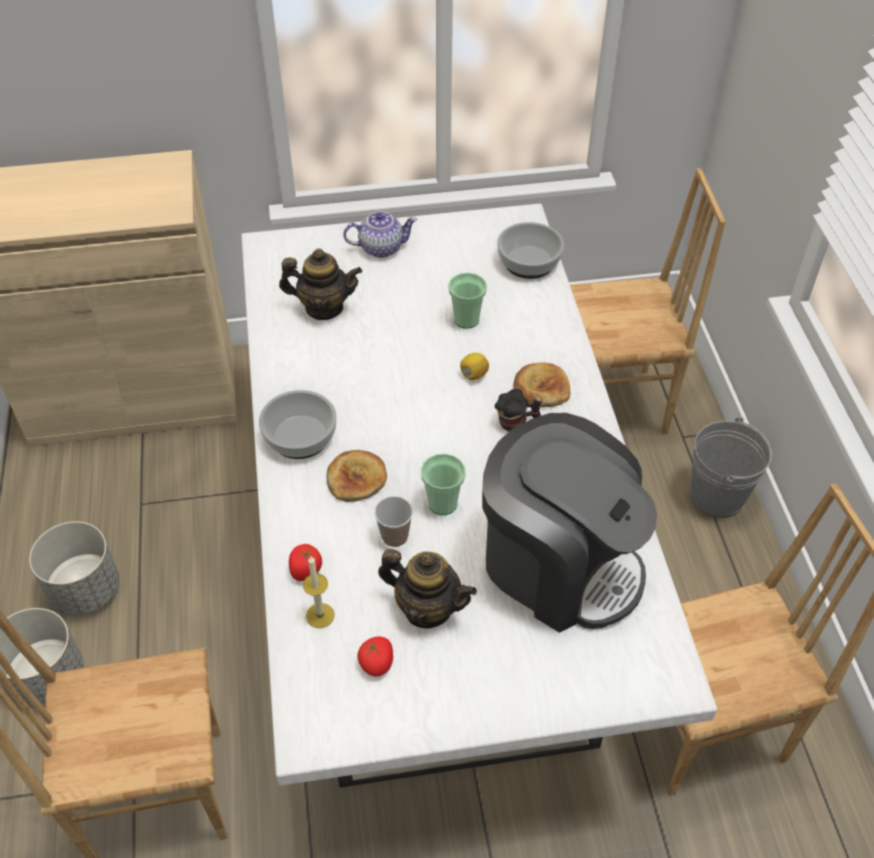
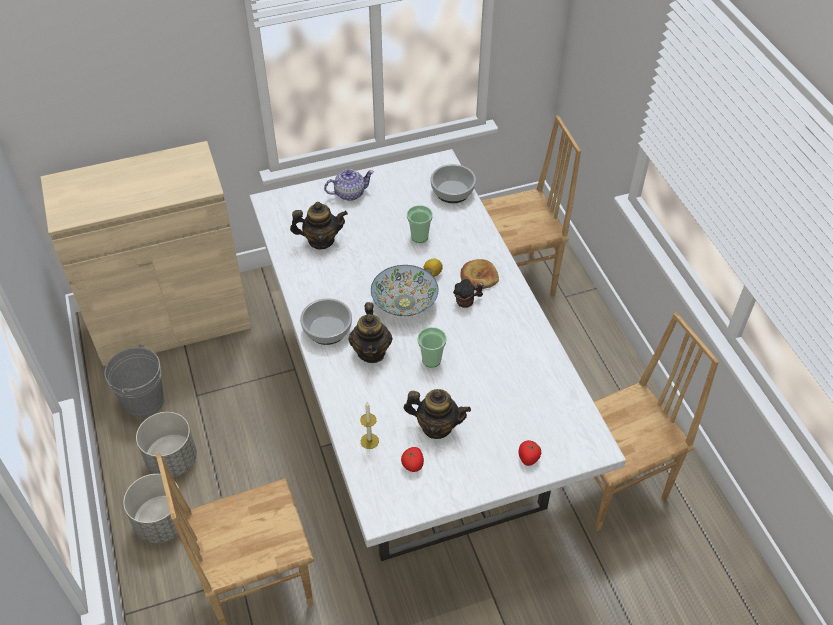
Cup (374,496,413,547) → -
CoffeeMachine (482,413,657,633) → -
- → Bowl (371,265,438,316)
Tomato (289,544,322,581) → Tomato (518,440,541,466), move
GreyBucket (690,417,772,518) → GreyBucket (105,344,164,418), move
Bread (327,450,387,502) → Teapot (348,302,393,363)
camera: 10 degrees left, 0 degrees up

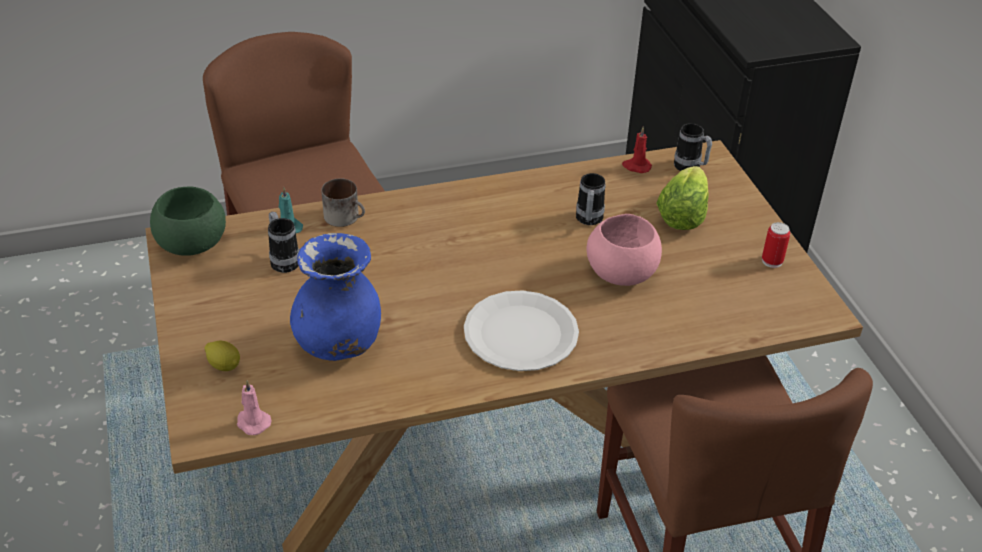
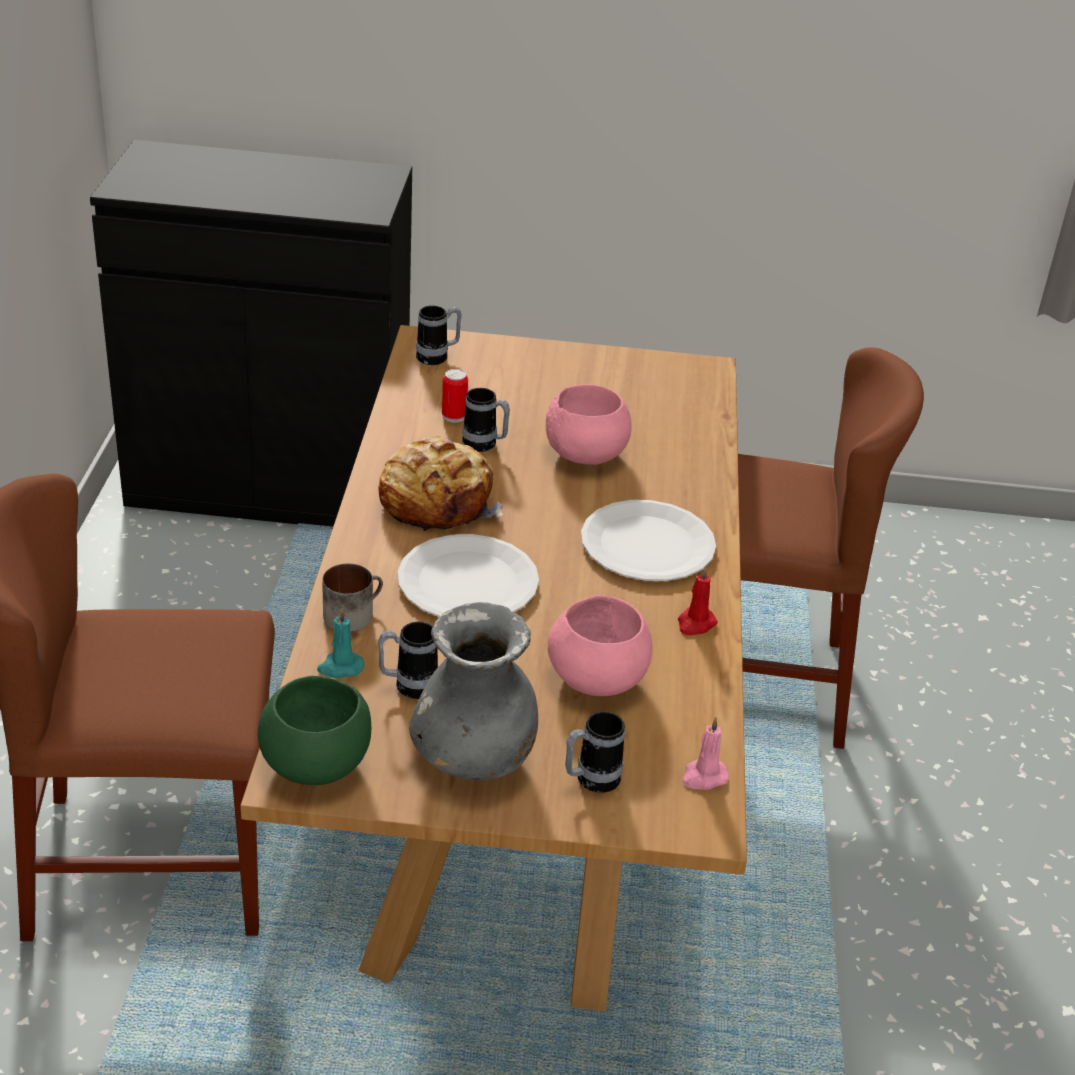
Lettuce (656,166,709,230) → -
- → Bread (378,436,503,531)
- → WhitePlate (398,534,539,617)
- → GreyVase (409,602,538,781)
RedCandle (622,127,652,173) → RedCandle (678,566,717,635), move
Can (762,222,790,268) → Can (442,369,468,423), move
Lemon (205,341,240,371) → Mug (565,711,625,793)
BlueVase (290,233,381,361) → PinkBowl (548,595,652,696)
camera: 70 degrees left, 5 degrees down

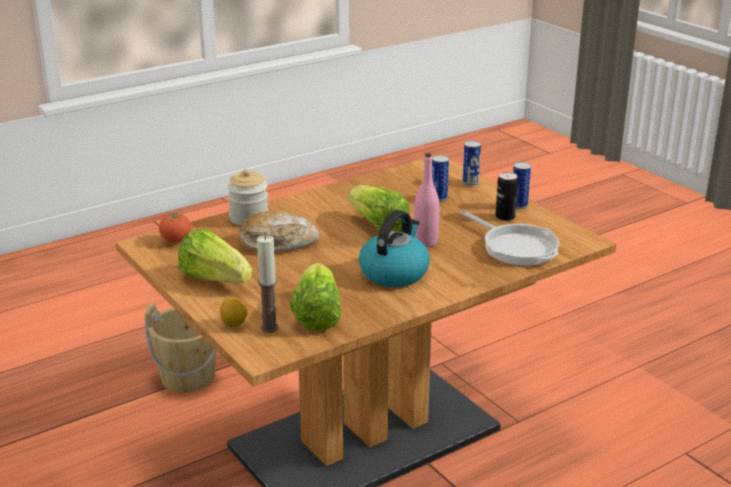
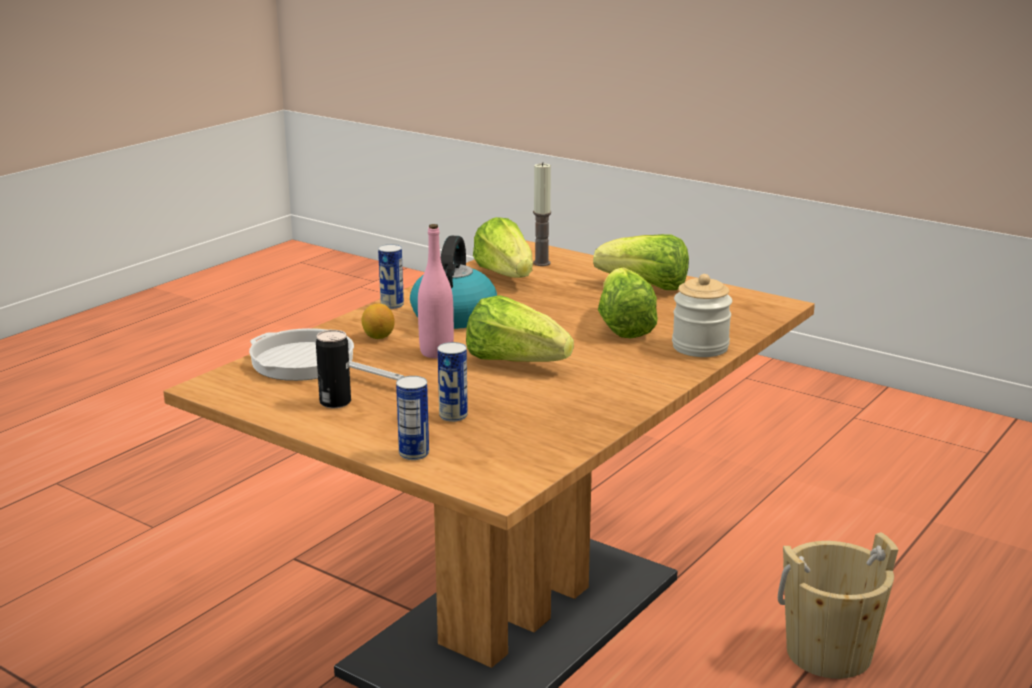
Tomato (159,213,191,243) → -
Lemon (220,297,248,327) → Lemon (362,304,395,339), move
Can (513,162,531,209) → Can (378,244,404,309), move
Bread (239,210,320,251) → Lettuce (598,267,658,338)
camera: 160 degrees right, 5 degrees down

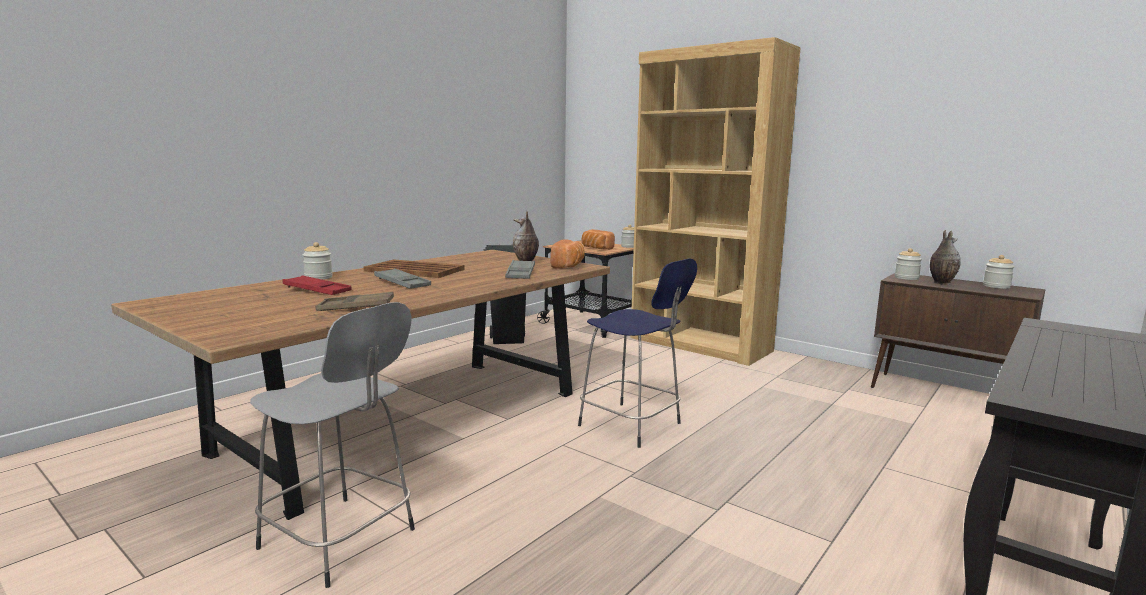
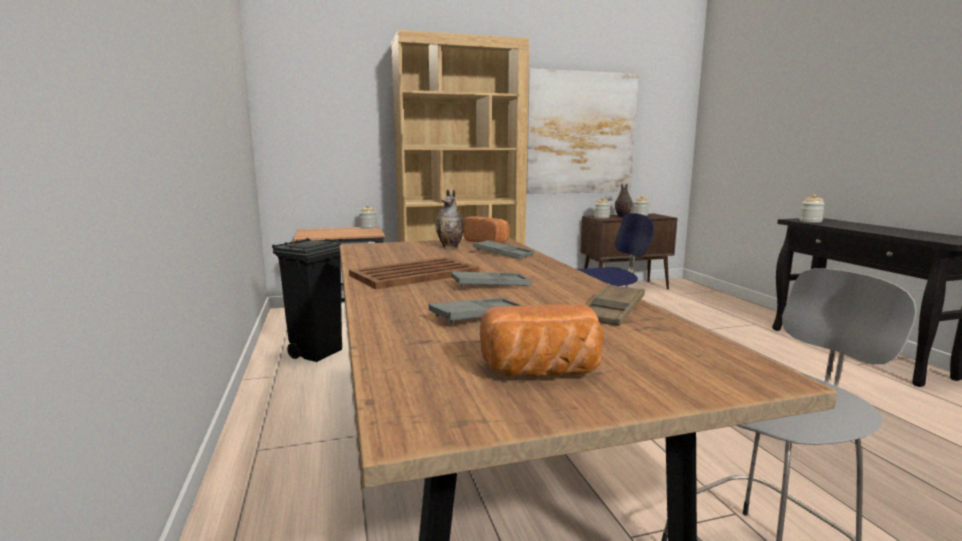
- → Picture (526,69,638,194)
Jar (303,242,333,279) → Jar (799,194,825,223), move
Bread (581,229,615,250) → Bread (480,304,603,377), move
RedTray (283,275,351,295) → GreyTray (429,298,521,324)
camera: 55 degrees left, 0 degrees up

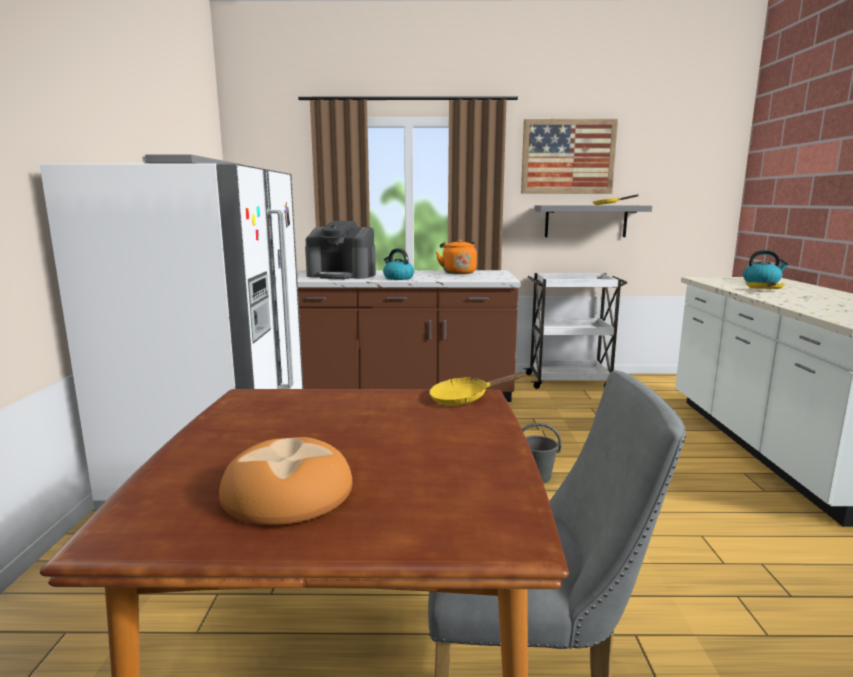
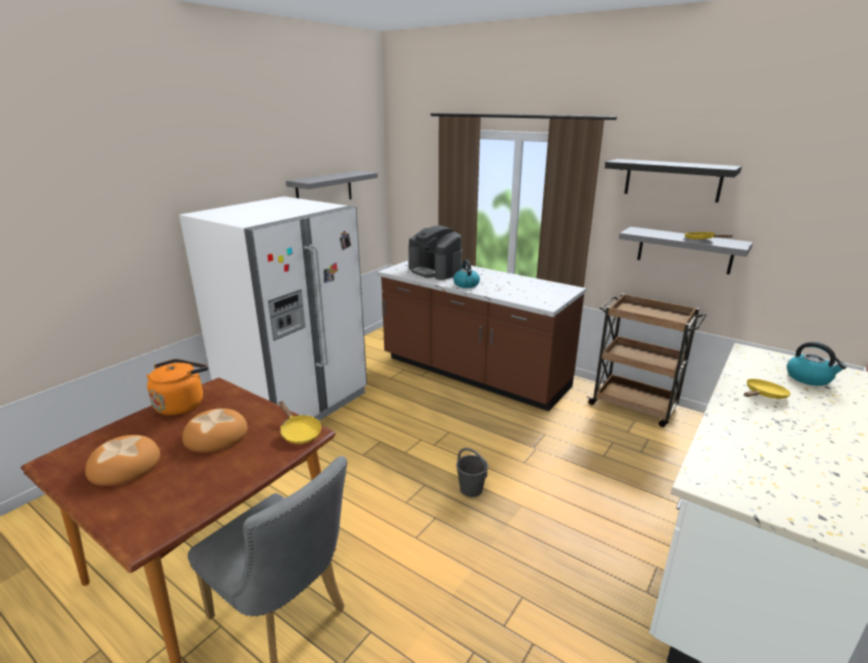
- → Bread (182,408,248,453)
OrangeKettle (436,240,477,274) → OrangeKettle (146,359,208,415), move
Picture (521,119,618,194) → BlackShelf (605,159,742,203)
WhiteCart (523,273,627,389) → BrownCart (586,293,706,427)
YellowFryingPan (429,372,526,406) → YellowFryingPan (279,401,321,444), 150 degrees counterclockwise
camera: 35 degrees right, 10 degrees up

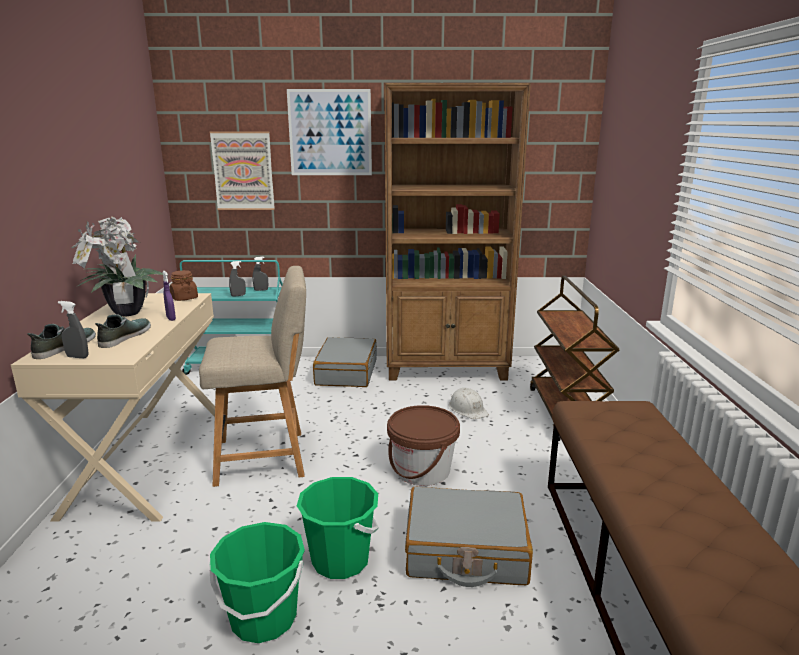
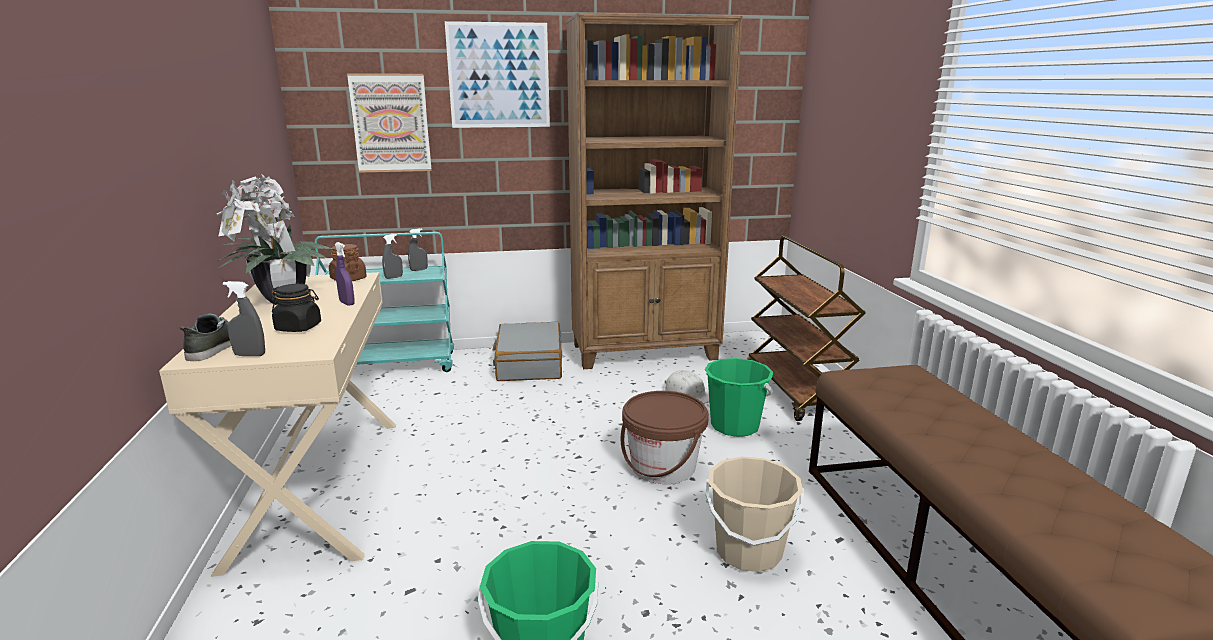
BeigeChair (199,266,306,487) → -
GreenBucket (297,477,379,579) → GreenBucket (705,358,774,437), move
Shoe (95,314,151,348) → BlackJar (271,284,321,332)
GreySuitcase (405,486,533,587) → BeigeBucket (706,456,804,572)
camera: 10 degrees left, 0 degrees up

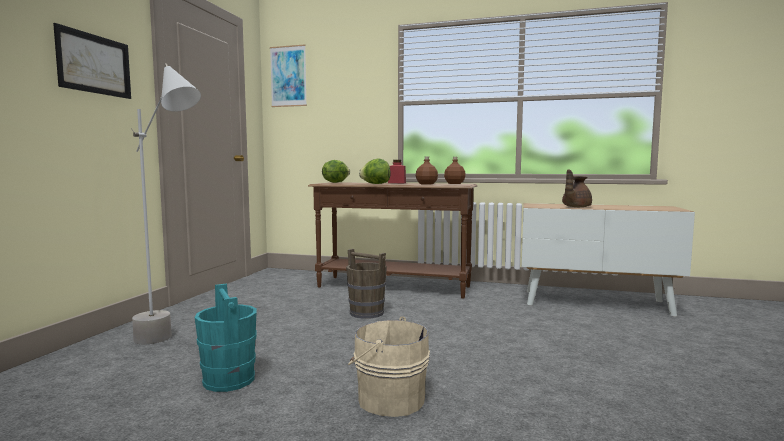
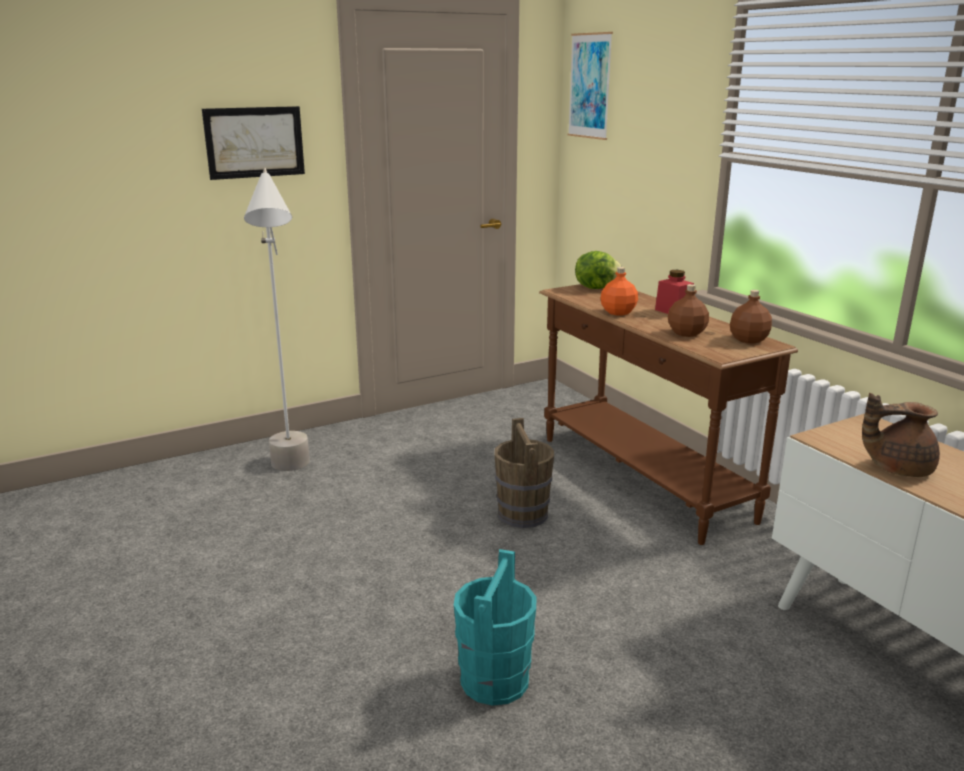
BeigeBucket (348,316,430,417) → -
TurquoiseBucket (195,284,257,392) → TurquoiseBucket (454,549,536,706), move
Lettuce (359,159,391,184) → OrangeBottle (600,267,638,315)
camera: 45 degrees right, 15 degrees up

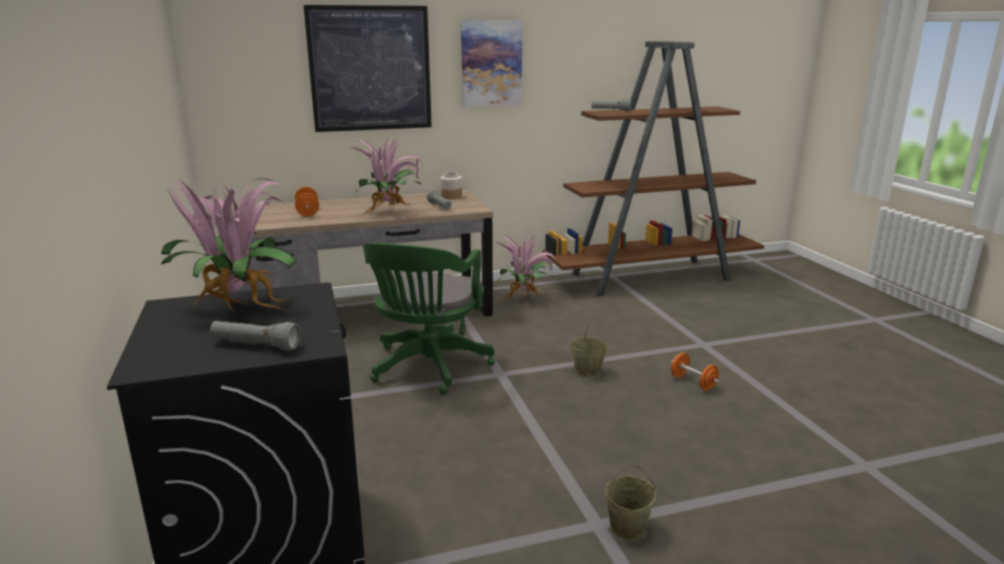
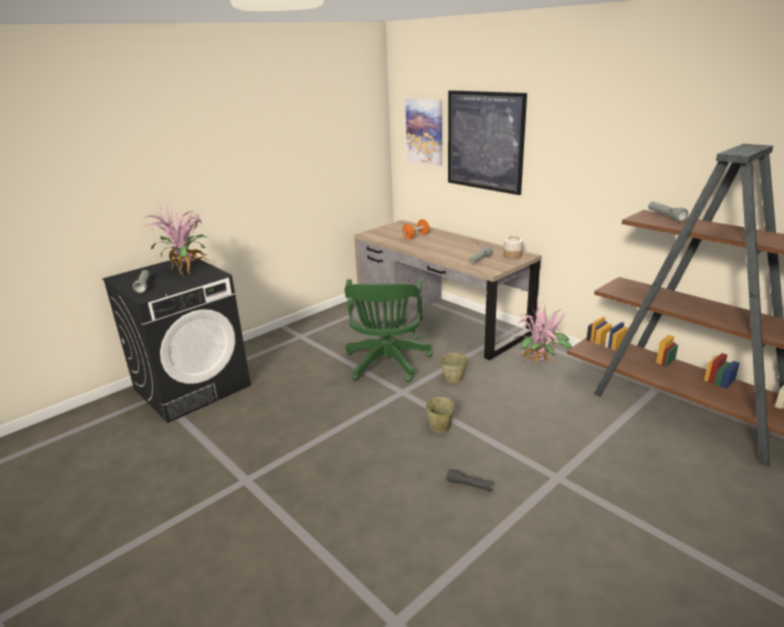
PottedPlant (350,134,423,214) → -
Picture (461,20,522,107) → Picture (405,98,442,166), move
BeigeBucket (605,465,656,539) → BeigeBucket (440,345,468,383), move
OrangeDumbbell (671,353,719,391) → BlackFlashlight (446,469,494,492)
GreenOfficeChair (363,242,495,394) → GreenOfficeChair (344,278,432,382), 75 degrees counterclockwise
camera: 65 degrees right, 5 degrees up

